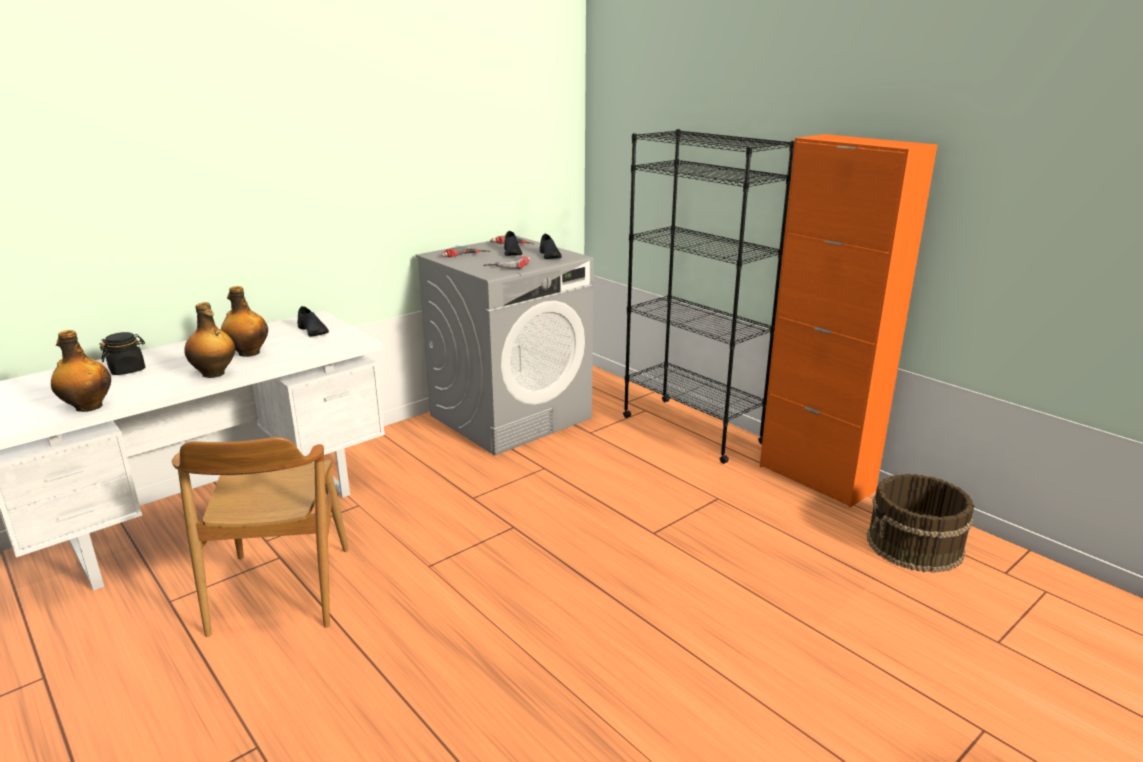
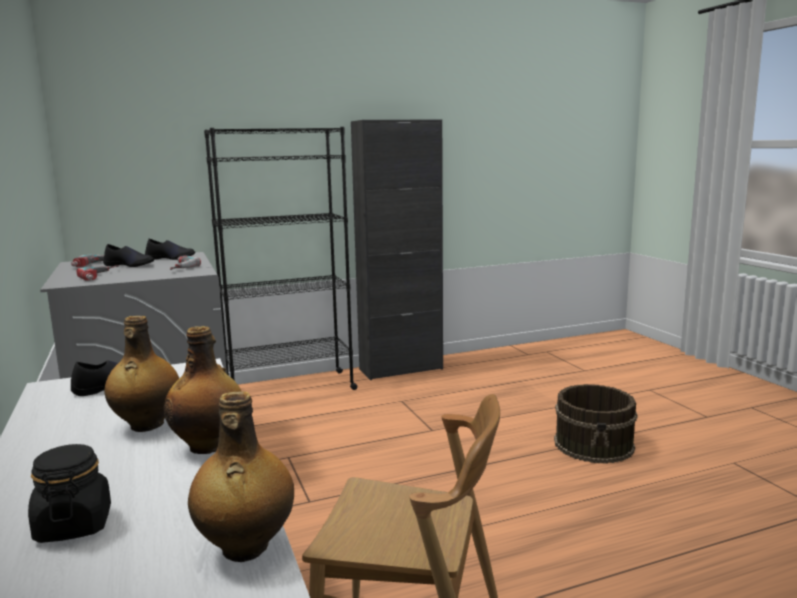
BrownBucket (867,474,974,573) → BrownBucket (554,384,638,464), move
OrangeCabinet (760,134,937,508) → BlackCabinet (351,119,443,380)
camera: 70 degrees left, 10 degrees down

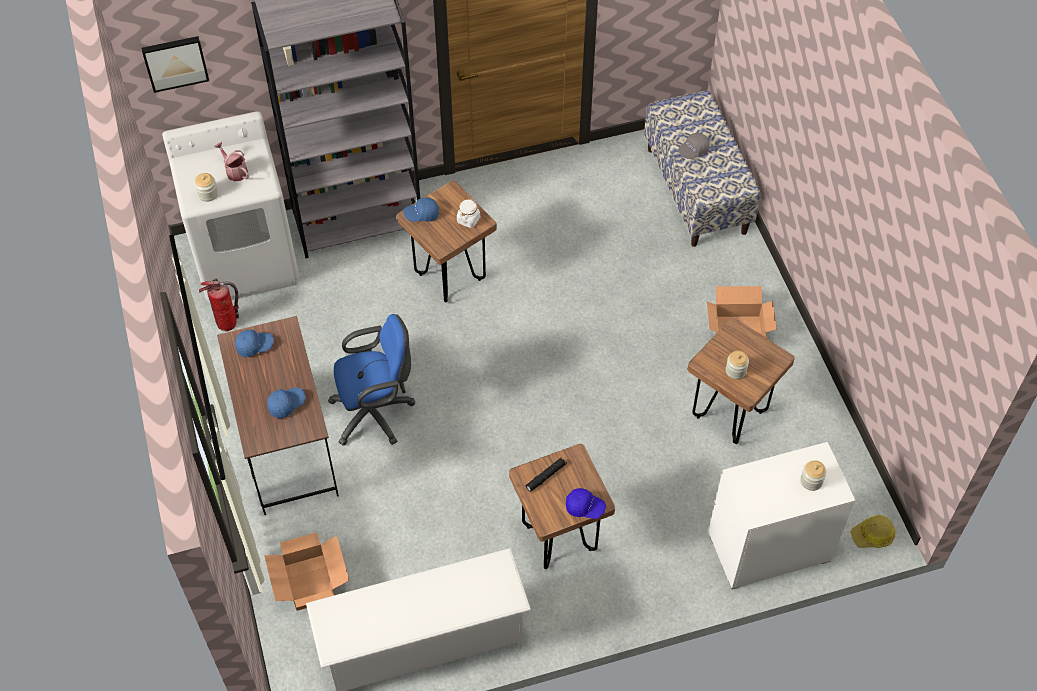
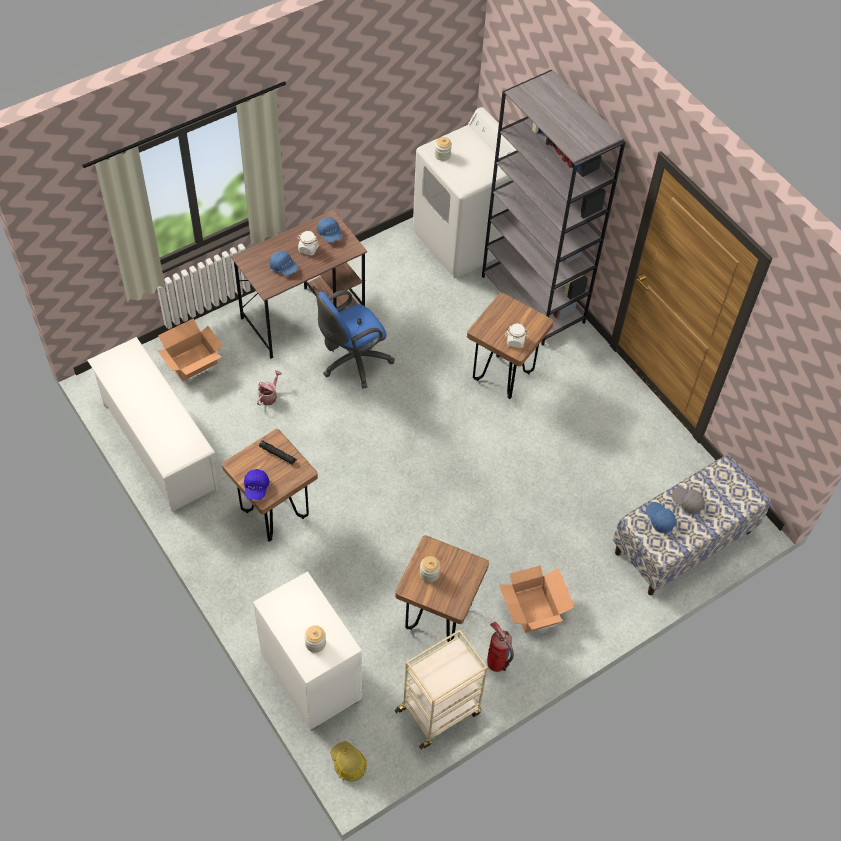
Picture (141,36,209,93) → -
- → WhiteJar (297,231,319,256)
- → BeigeCart (395,630,488,750)
FireExtinguisher (199,279,239,331) → FireExtinguisher (487,622,514,672), move
WateringCan (214,142,249,181) → WateringCan (257,371,282,405), move
BlueCap (403,197,439,222) → BlueCap (646,502,676,533), move
BlueOfficeChair (328,314,416,446) → BlueOfficeChair (316,290,394,389), 90 degrees clockwise
camera: 70 degrees right, 0 degrees up

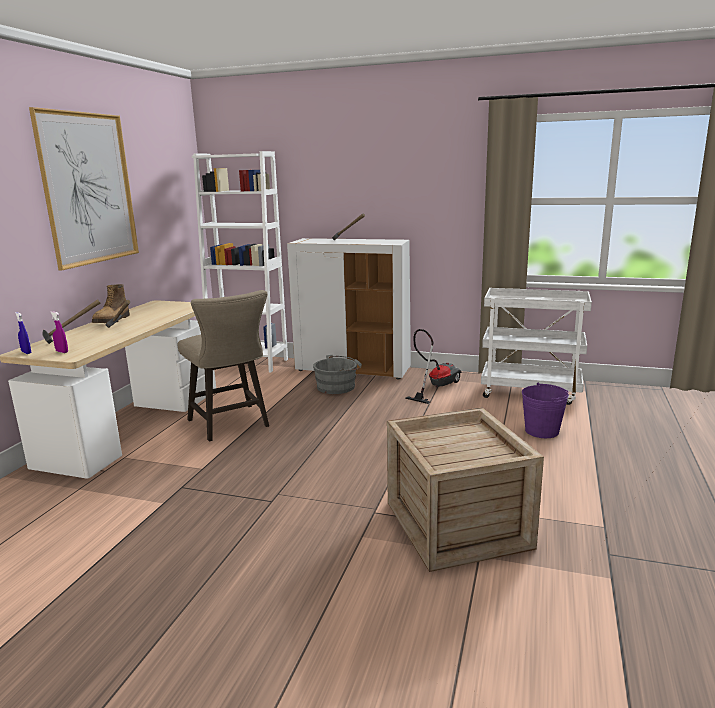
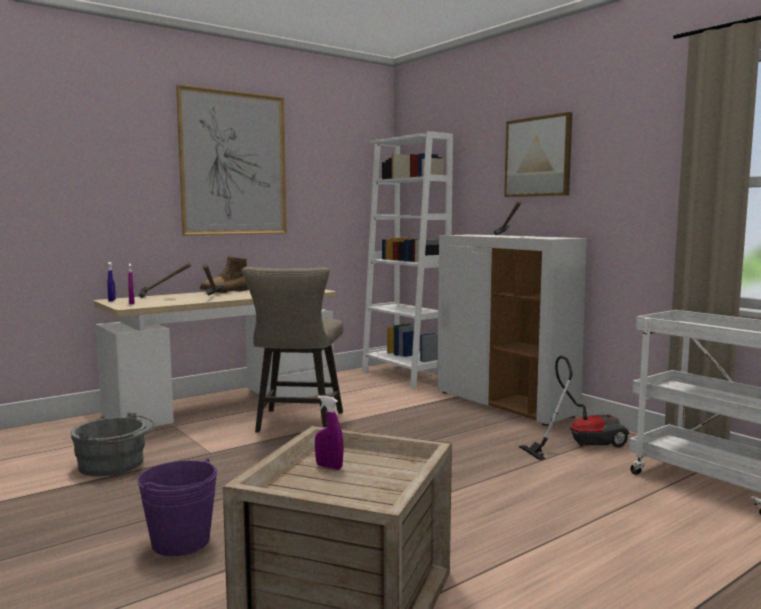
- → PurpleSprayBottle (315,395,344,470)
- → Picture (504,112,572,197)
GreyBucket (313,355,362,394) → GreyBucket (70,412,154,476), move
PurpleBucket (522,383,569,438) → PurpleBucket (137,458,218,556), move
camera: 35 degrees right, 10 degrees down

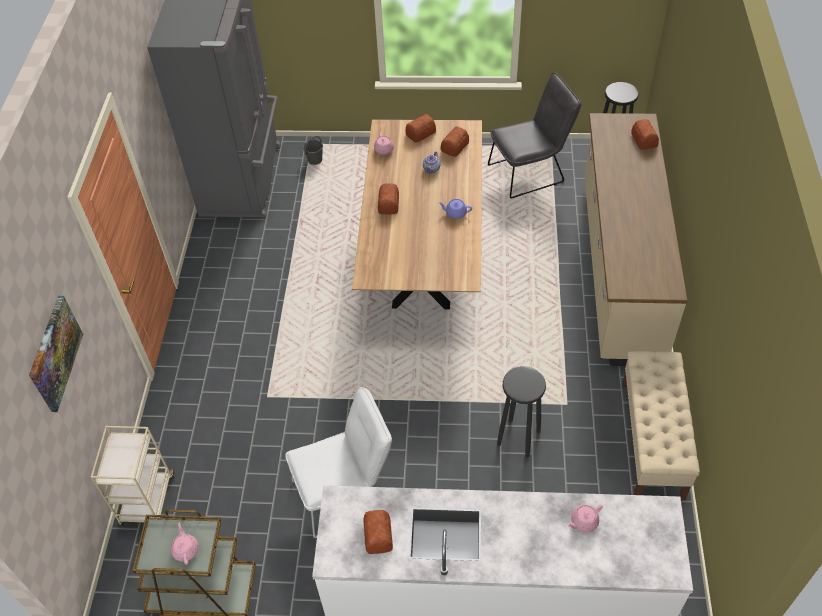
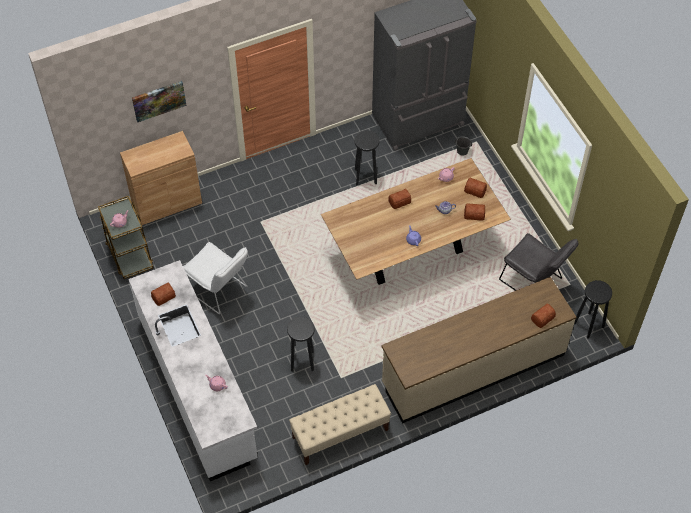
- → BlackStool (354,130,380,185)
BeigeCart (91,426,175,525) → BrownCabinet (120,131,202,225)
camera: 60 degrees right, 5 degrees up

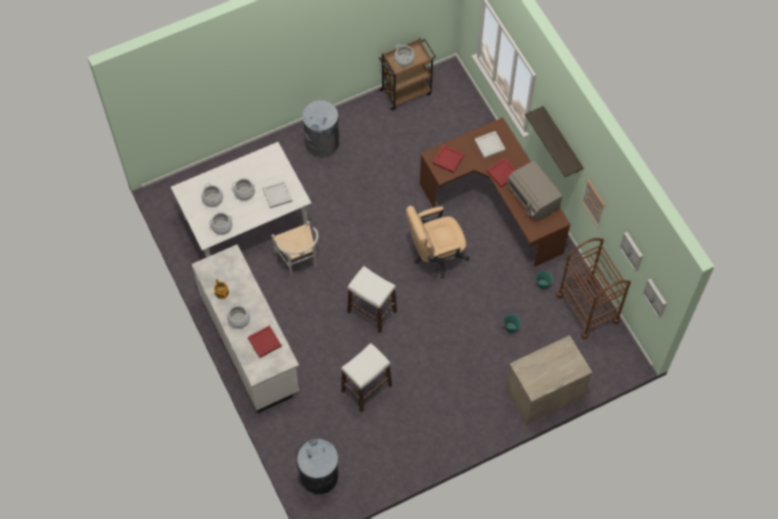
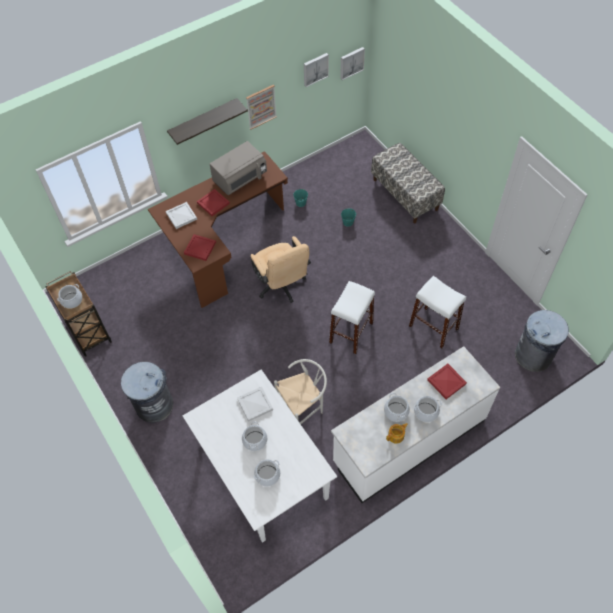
BrownCart (556,238,631,339) → -
CookingPot (209,213,232,235) → CookingPot (384,393,410,422), move
Dresser (505,335,592,425) → Bench (371,143,445,223)
camera: 95 degrees left, 5 degrees down

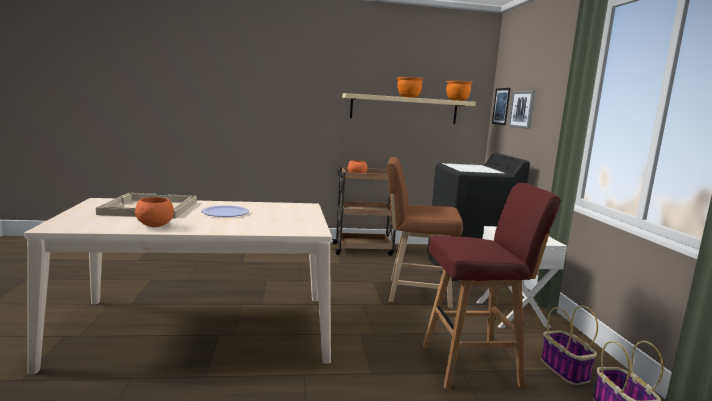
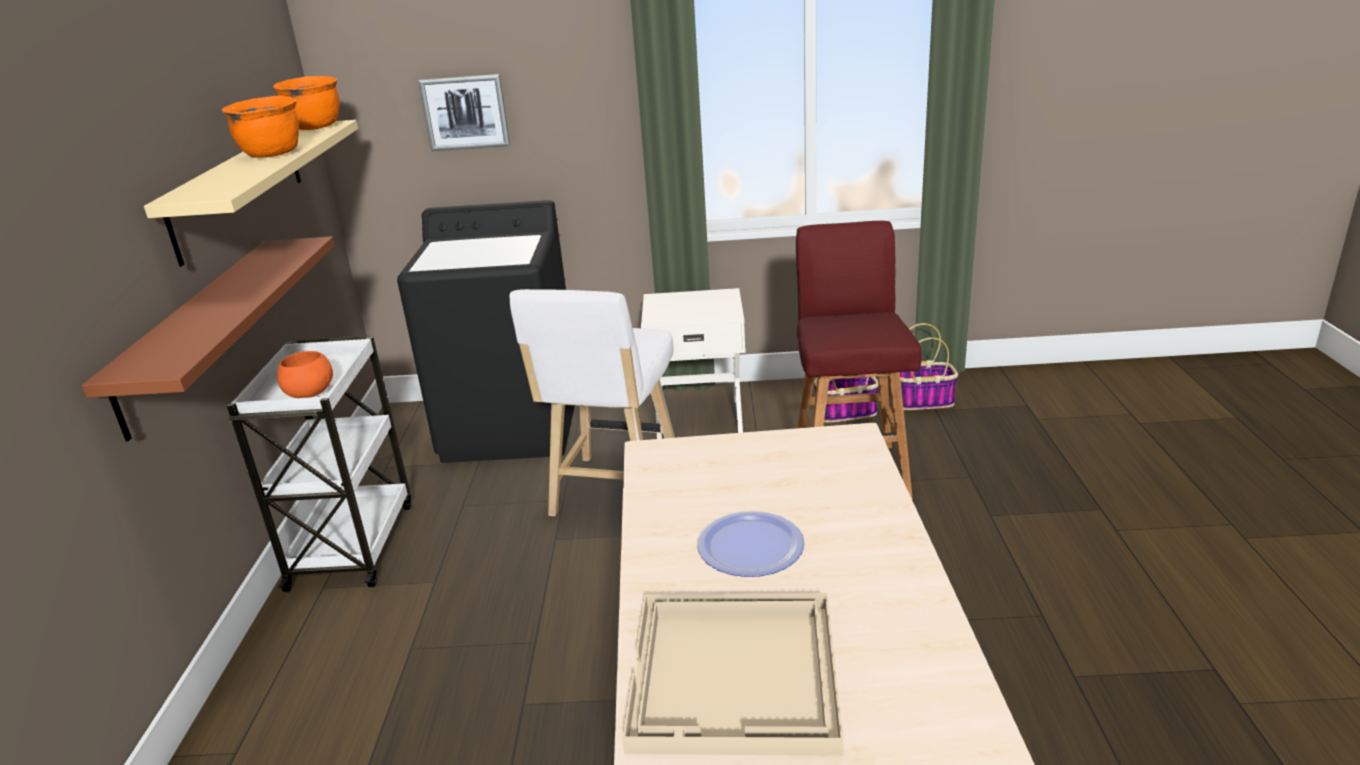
OrangeBowl (135,197,174,227) → -
Picture (492,88,510,125) → -
- → BrownShelf (82,236,335,441)
BrownCart (332,167,405,256) → WhiteCart (227,336,411,592)
BrownStool (387,157,463,308) → WhiteStool (510,289,675,516)
camera: 80 degrees left, 15 degrees up

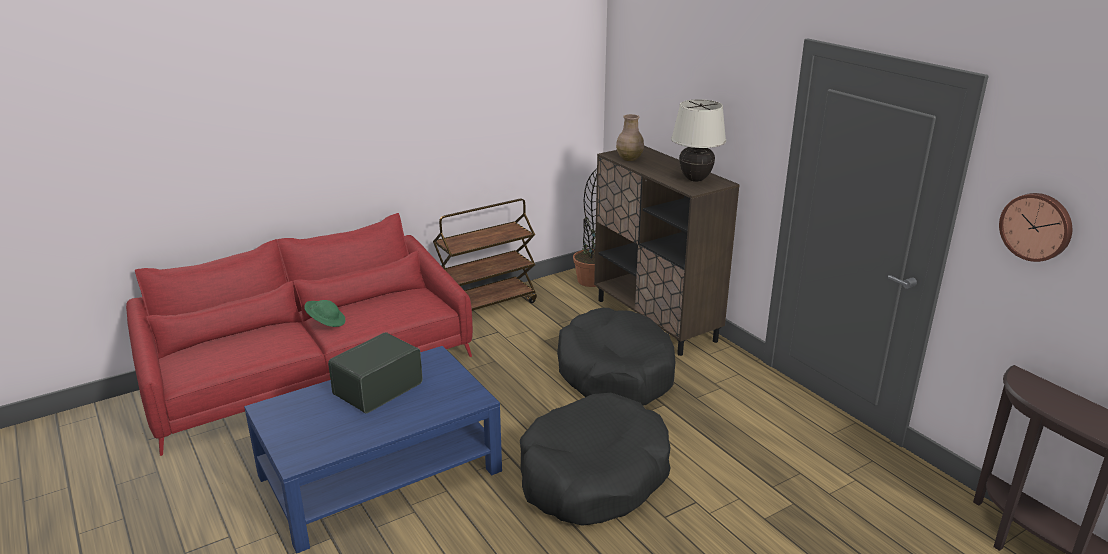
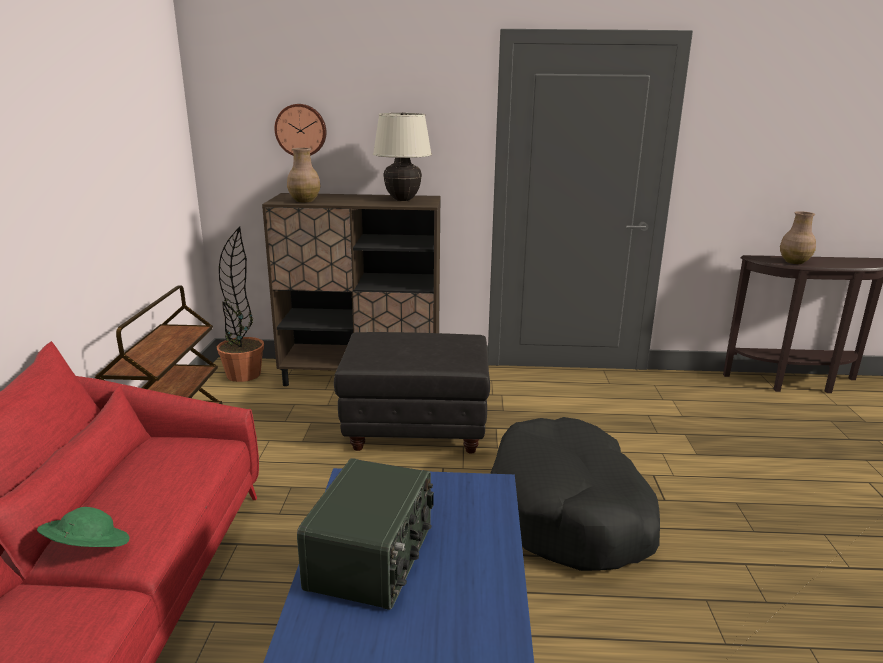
- → BrownVase (780,211,816,264)
WallClock (999,193,1072,262) → WallClock (274,104,327,156), move
BlackDogBed (557,308,676,406) → BlackOttoman (334,332,490,453)
Radio (328,332,423,414) → Radio (297,458,434,610), 150 degrees counterclockwise
camera: 55 degrees left, 5 degrees down

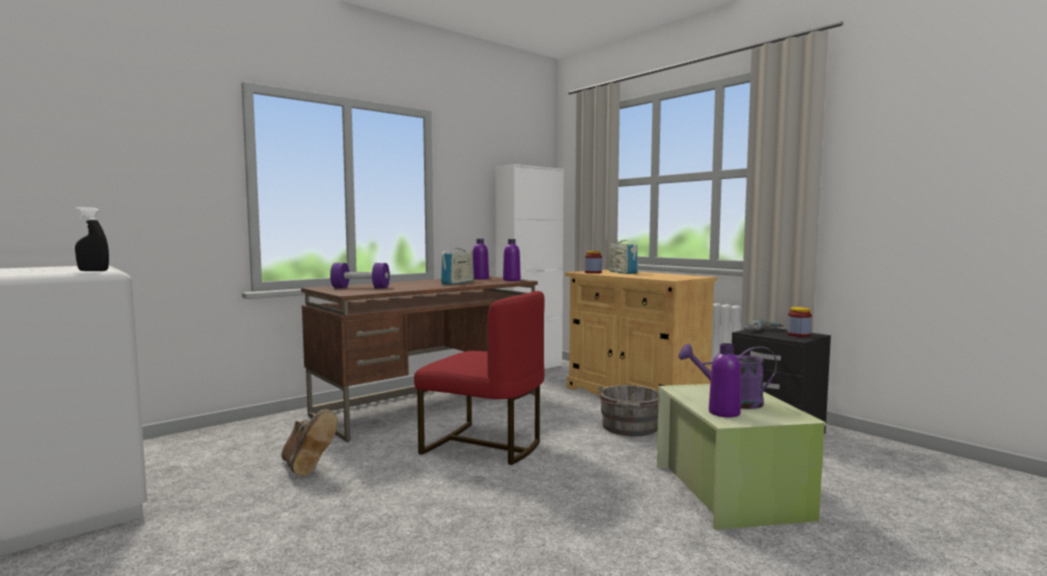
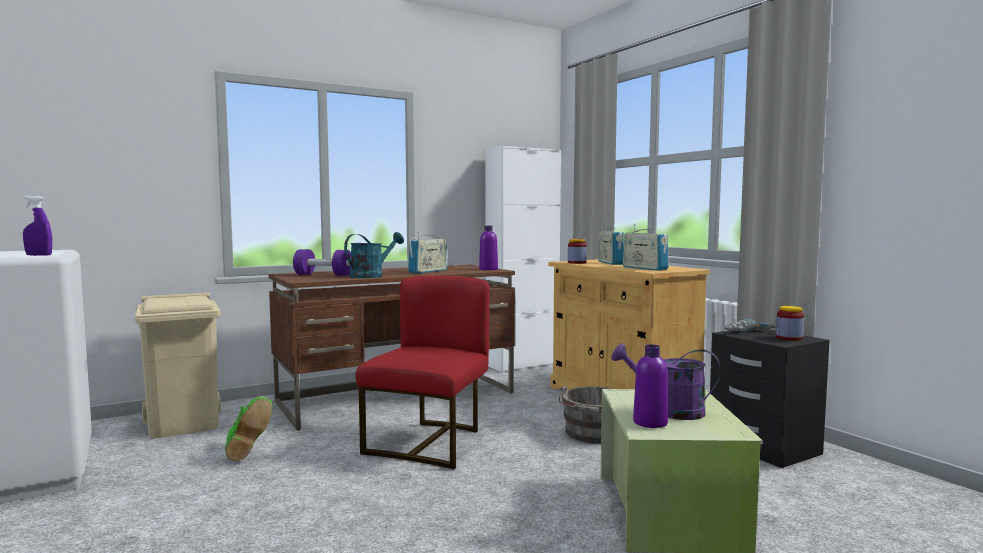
PurpleBottle (473,239,489,279) → -
- → BeigeTrashCan (135,292,221,438)
- → TurquoiseWateringCan (344,232,404,278)
- → Radio (622,224,669,271)
BlackSprayBottle (75,207,109,271) → PurpleSprayBottle (23,196,52,256)
BrownBoot (281,409,338,476) → GreenBoot (225,396,273,461)
RedChair (414,291,545,465) → RedChair (356,276,489,469), 105 degrees counterclockwise
camera: 10 degrees right, 0 degrees up

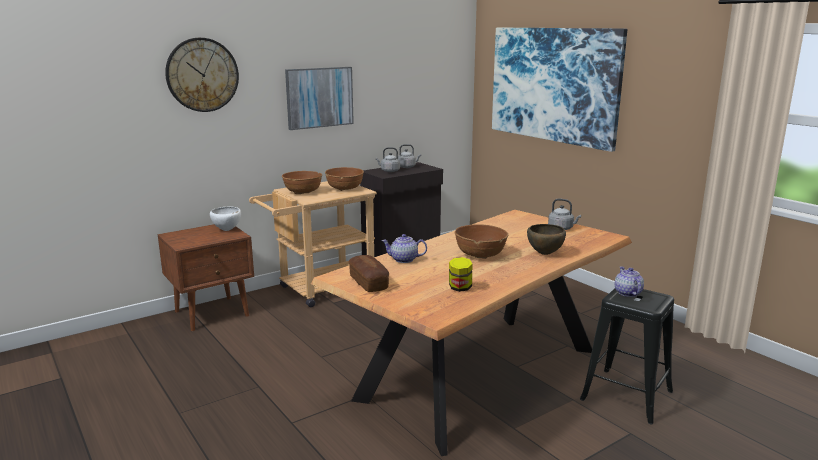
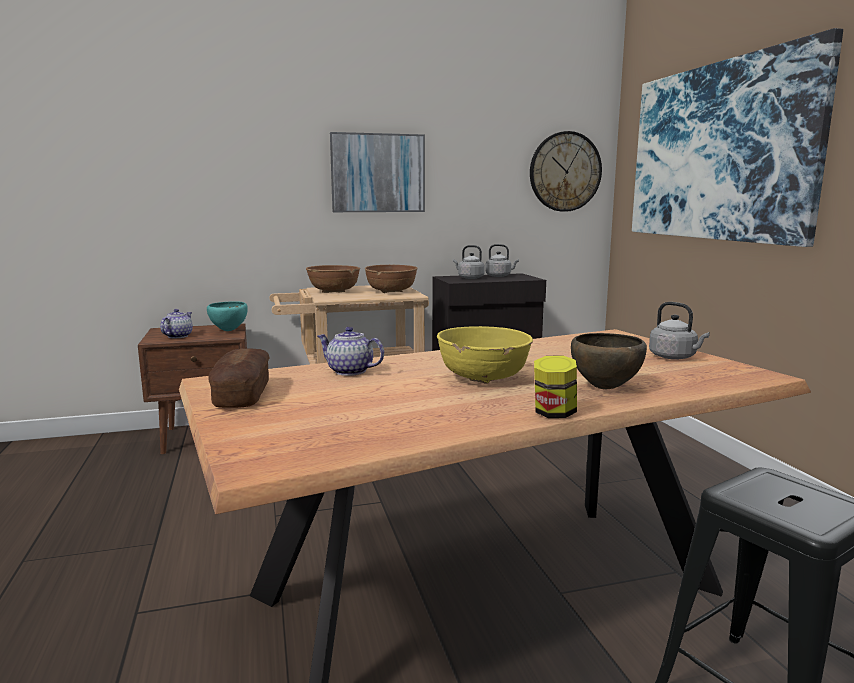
WallClock (165,38,239,112) → WallClock (530,131,602,212), move
Jar (449,257,472,292) → Jar (534,355,577,418), move
Teapot (614,267,644,297) → Teapot (160,309,193,338), move
WhiteBowl (210,206,241,231) → TurquoiseBowl (207,301,248,331)
BrownBowl (455,224,508,259) → YellowBowl (437,326,533,384)
camera: 20 degrees right, 5 degrees down

